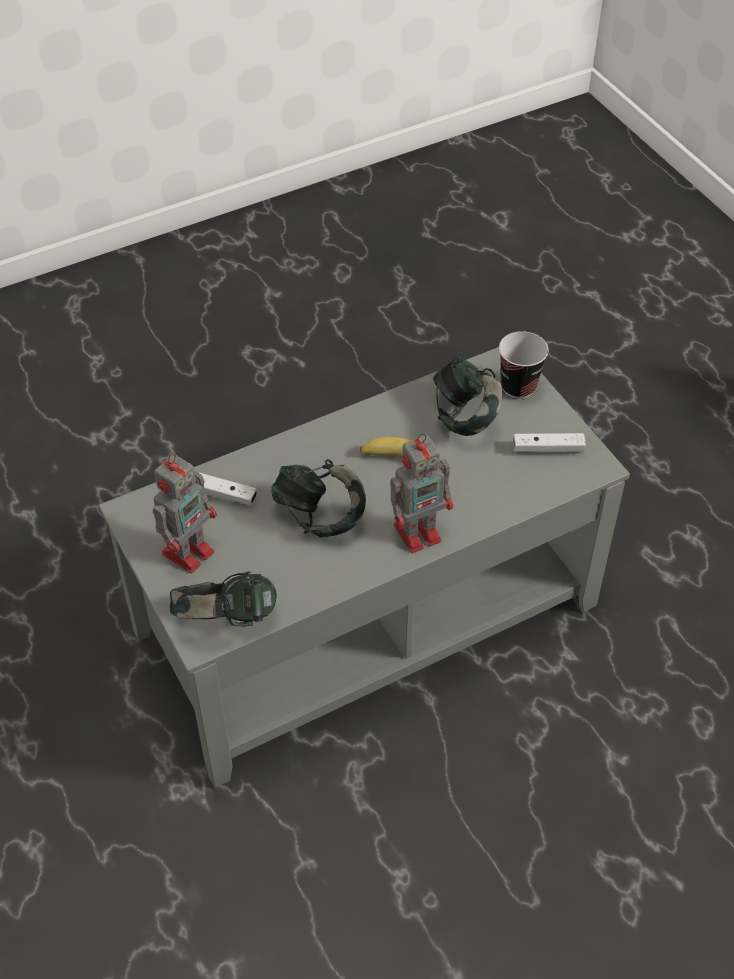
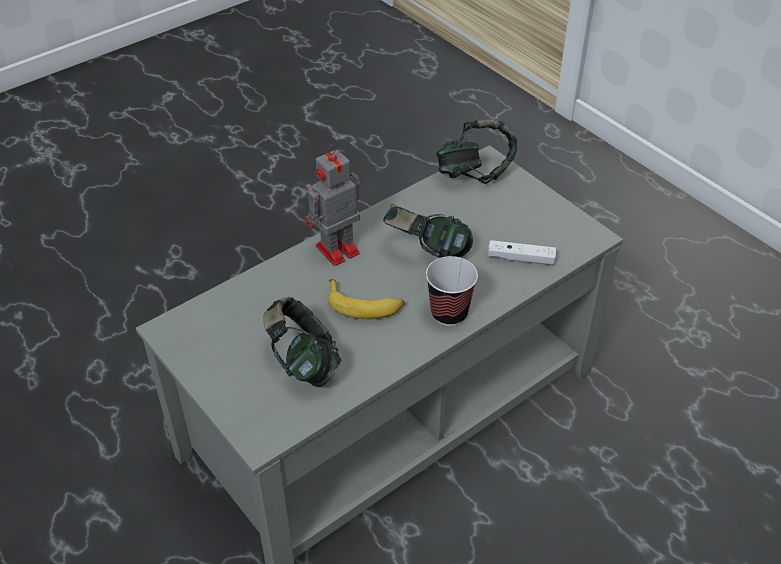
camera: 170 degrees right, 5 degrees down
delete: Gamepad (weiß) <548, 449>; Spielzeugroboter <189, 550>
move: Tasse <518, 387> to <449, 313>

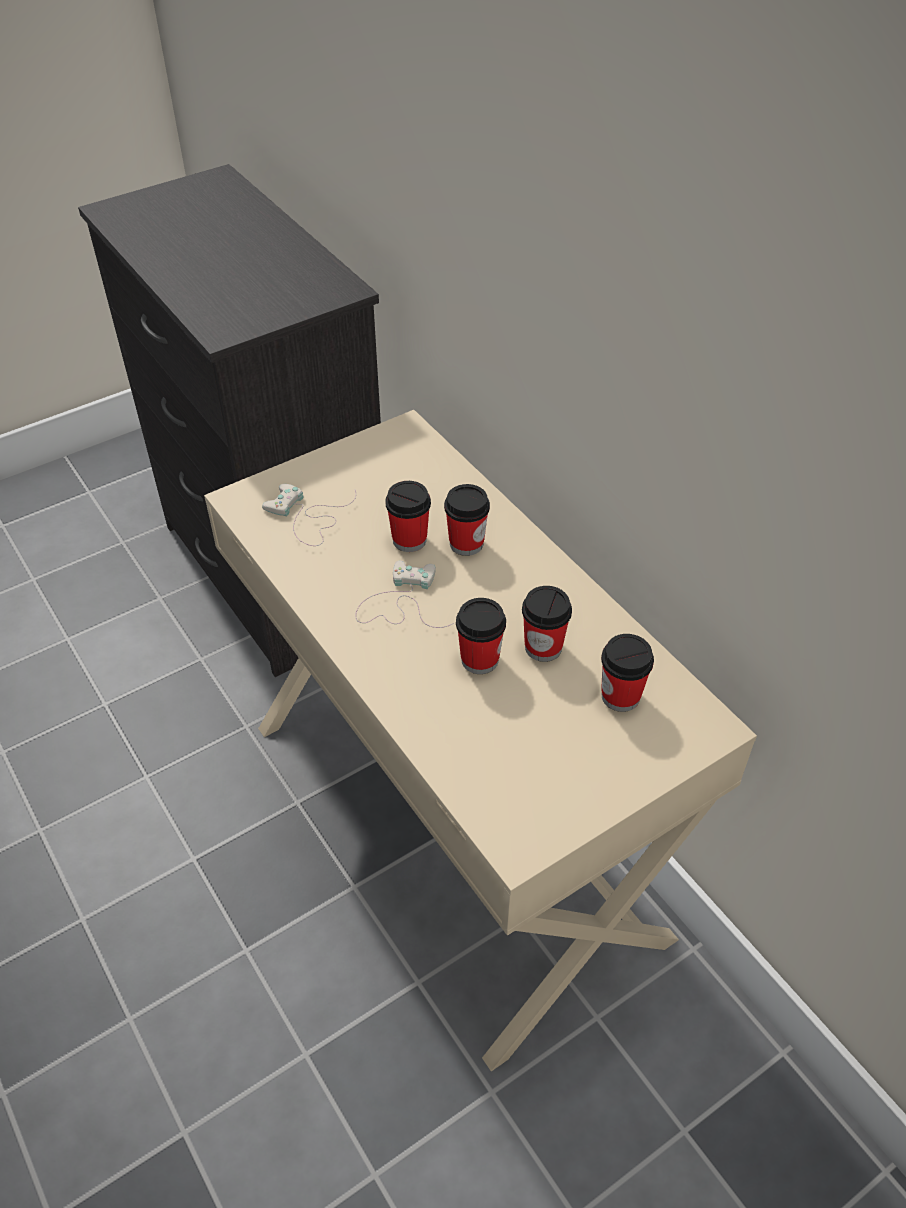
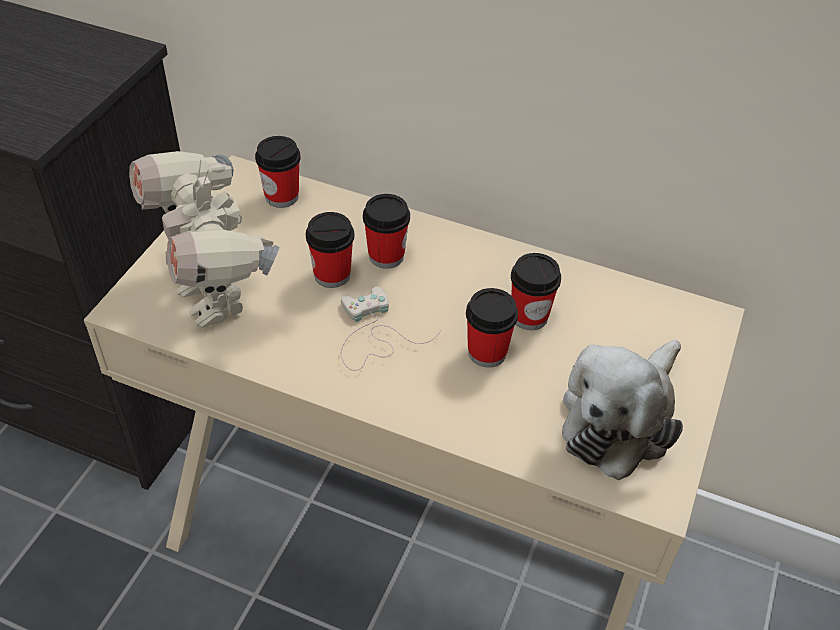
camera: 35 degrees left, 0 degrees up
insert: Plüschtier <620, 419>
move: Tasse <620, 696> to <282, 196>
replace: Gamepad (weiß) <308, 517> to Spielzeugroboter <215, 295>

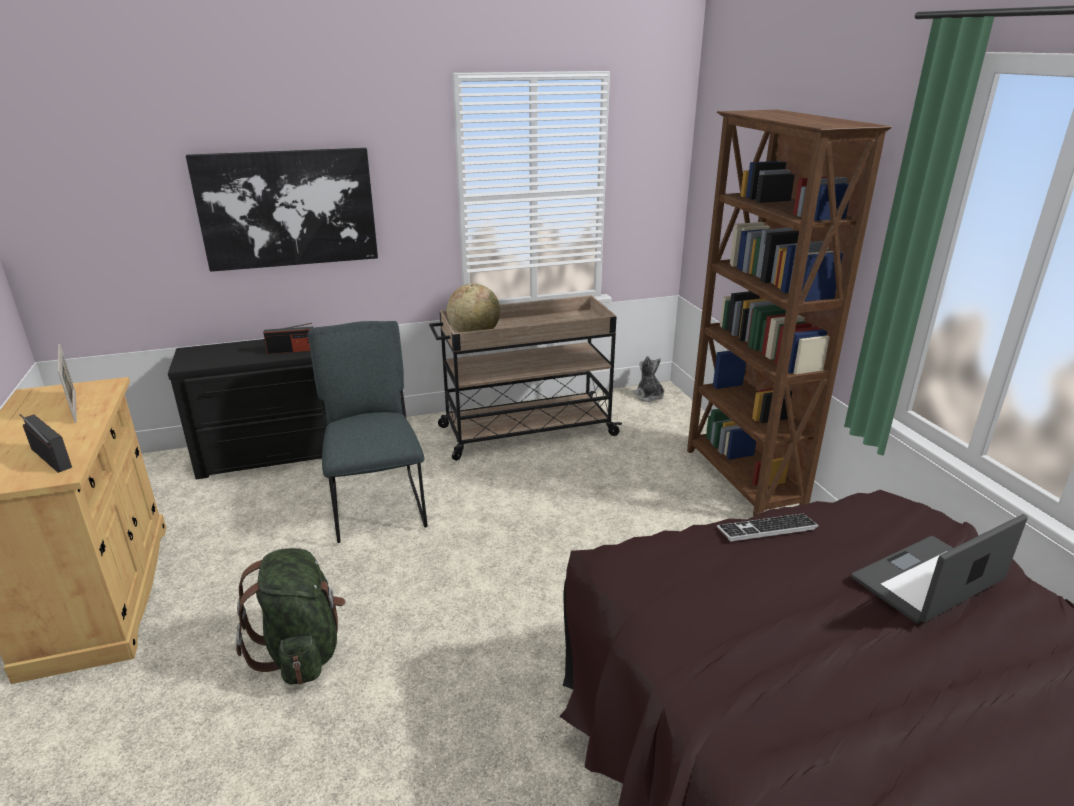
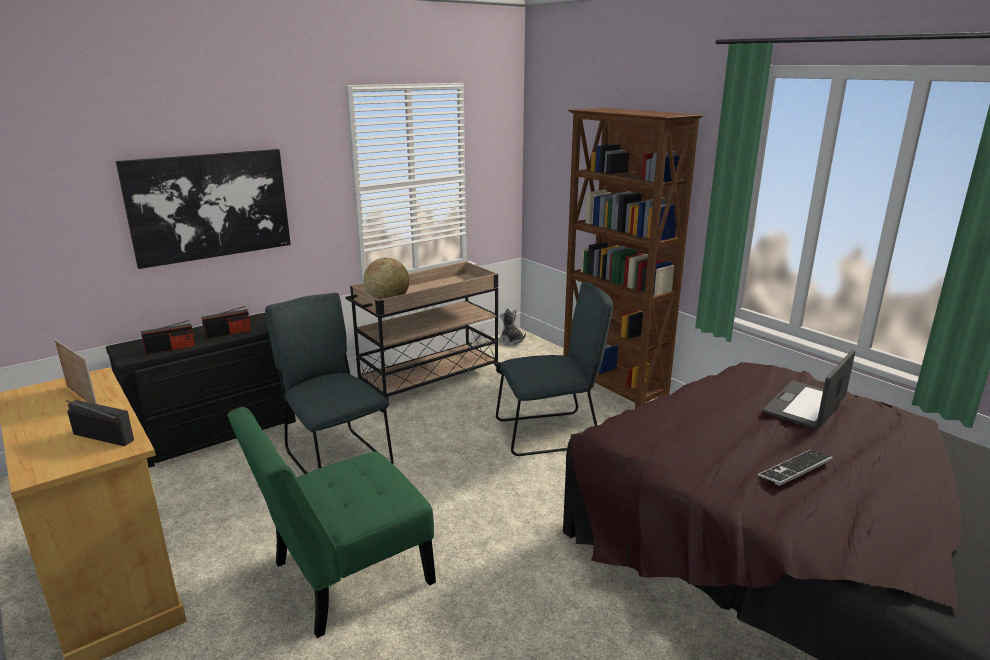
camera: 20 degrees left, 5 degrees down
insert: Stuhl (grau) <551, 433>; Radio <170, 349>
move: Tastatur <766, 529> to <795, 468>
replace: Rucksack (grün) <302, 651> to Stuhl (grün) <344, 577>

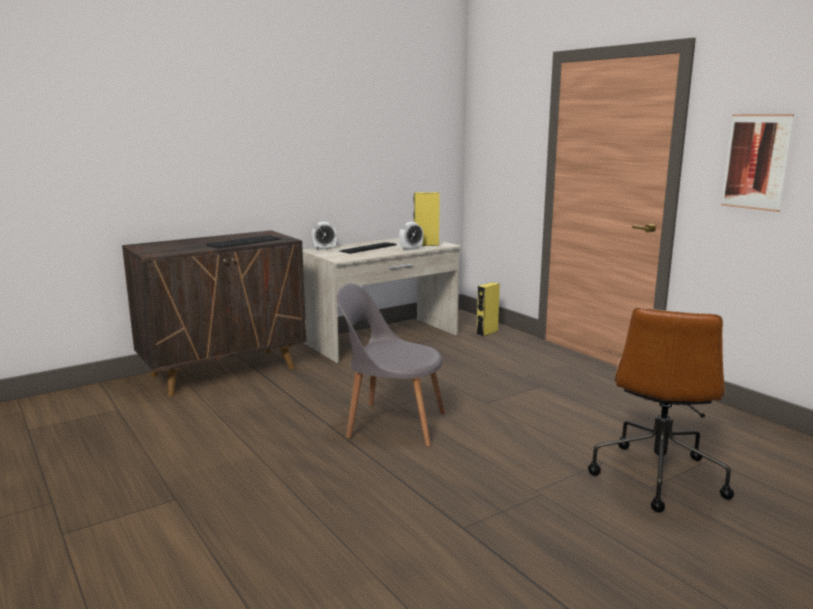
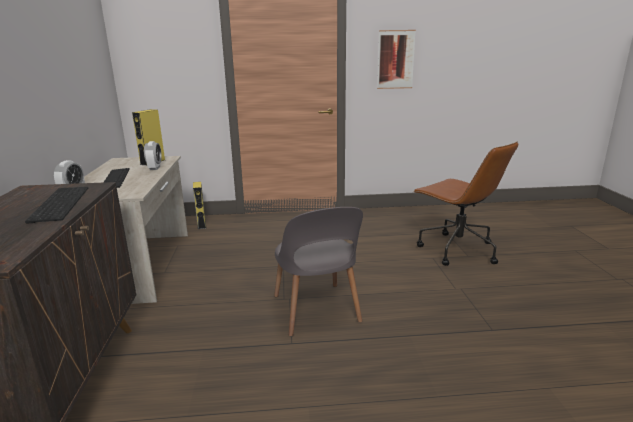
camera: 60 degrees left, 5 degrees up
rotate: Stuhl (grau) <392, 424> = <316, 311> 60 degrees counterclockwise

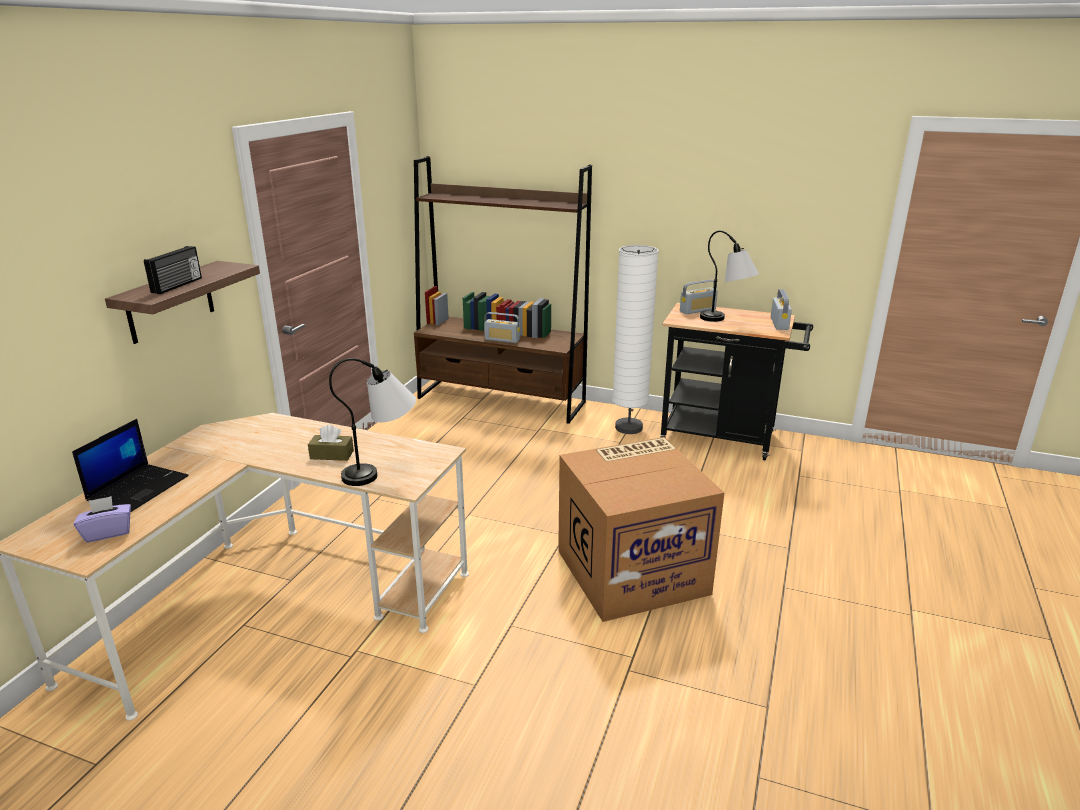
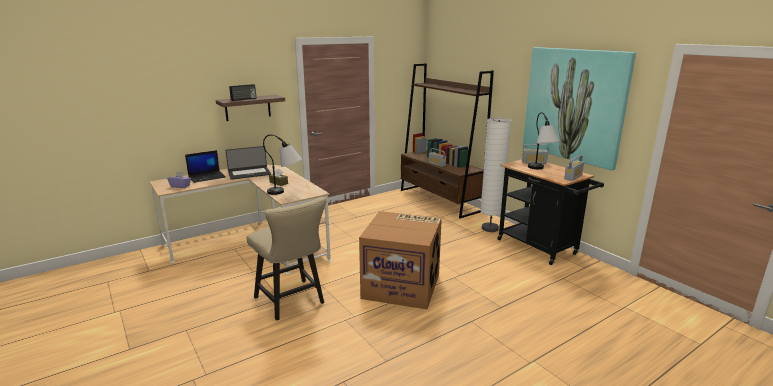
camera: 35 degrees right, 5 degrees down
insert: Bild <574, 105>; Laptop <249, 173>; Stuhl (beige) <292, 302>

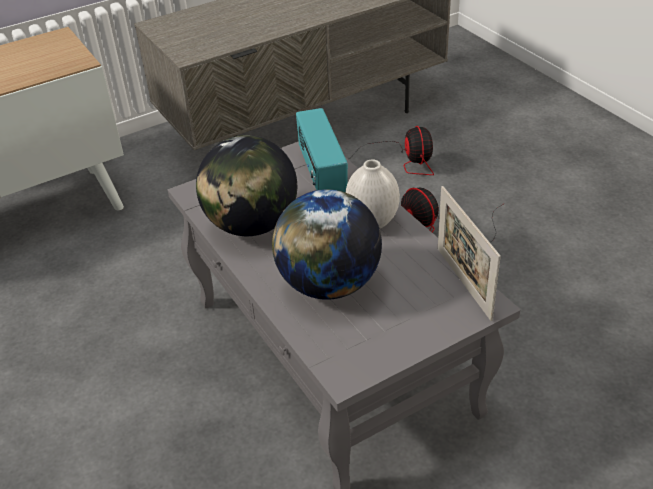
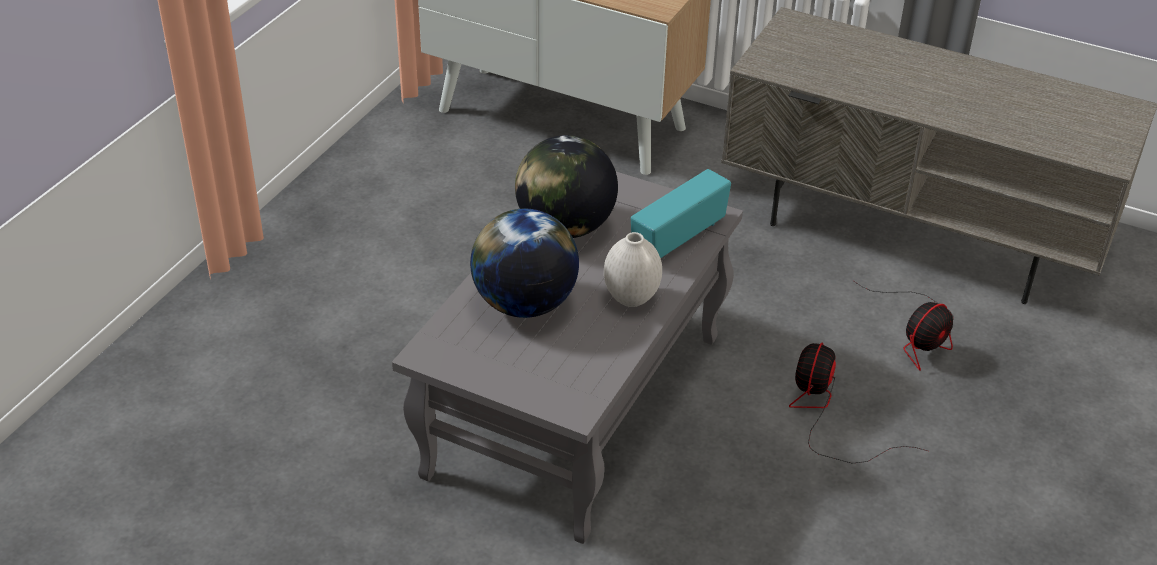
camera: 55 degrees right, 0 degrees up
delete: Bilderrahmen <463, 283>

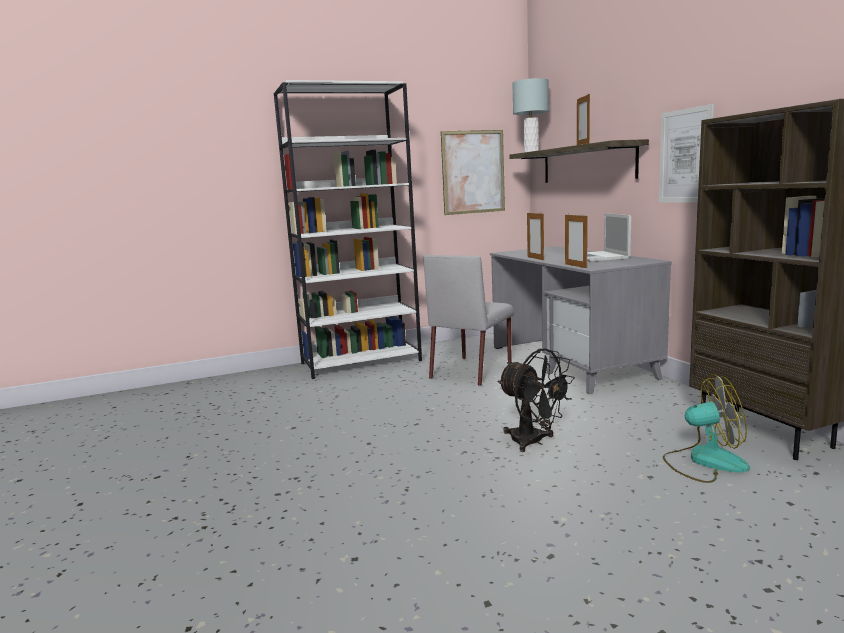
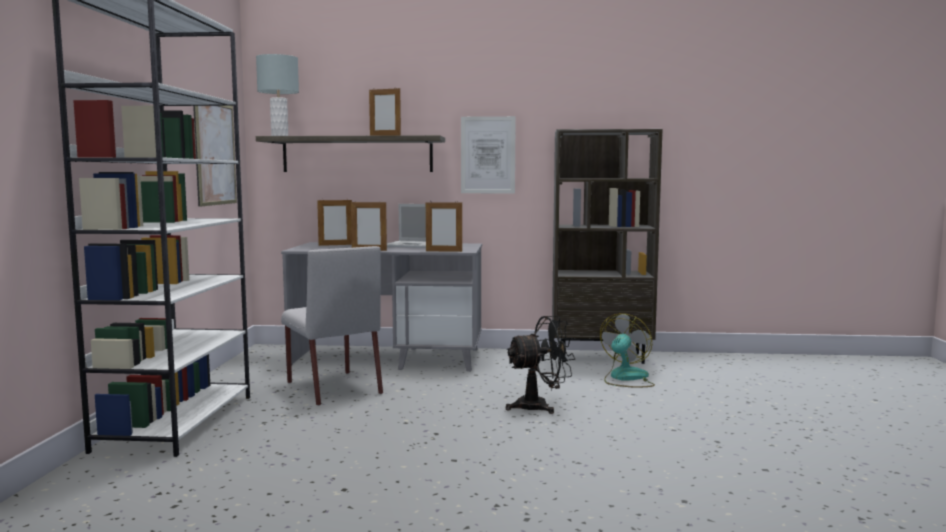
camera: 65 degrees left, 5 degrees down
insert: Bilderrahmen <335, 245>

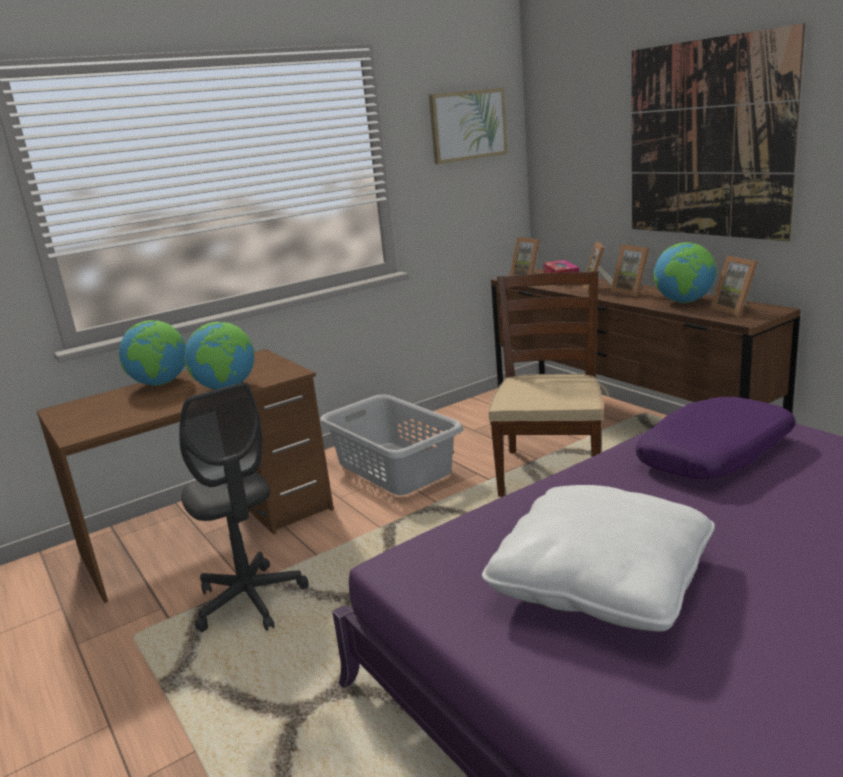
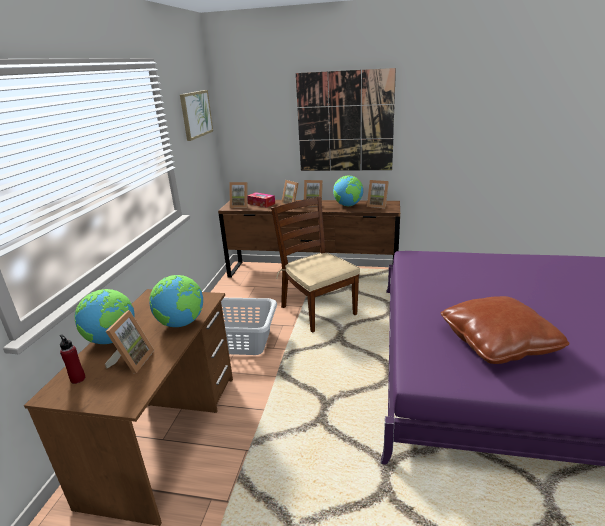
camera: 45 degrees left, 5 degrees up
delete: Bürostuhl (grau) <250, 601>; Kissen (lila) <716, 454>
insert: Bilderrahmen <132, 361>; Flasche (rot) <78, 379>
recolor: Kissen (weiß) <600, 582> to Kissen (braun) <497, 342>

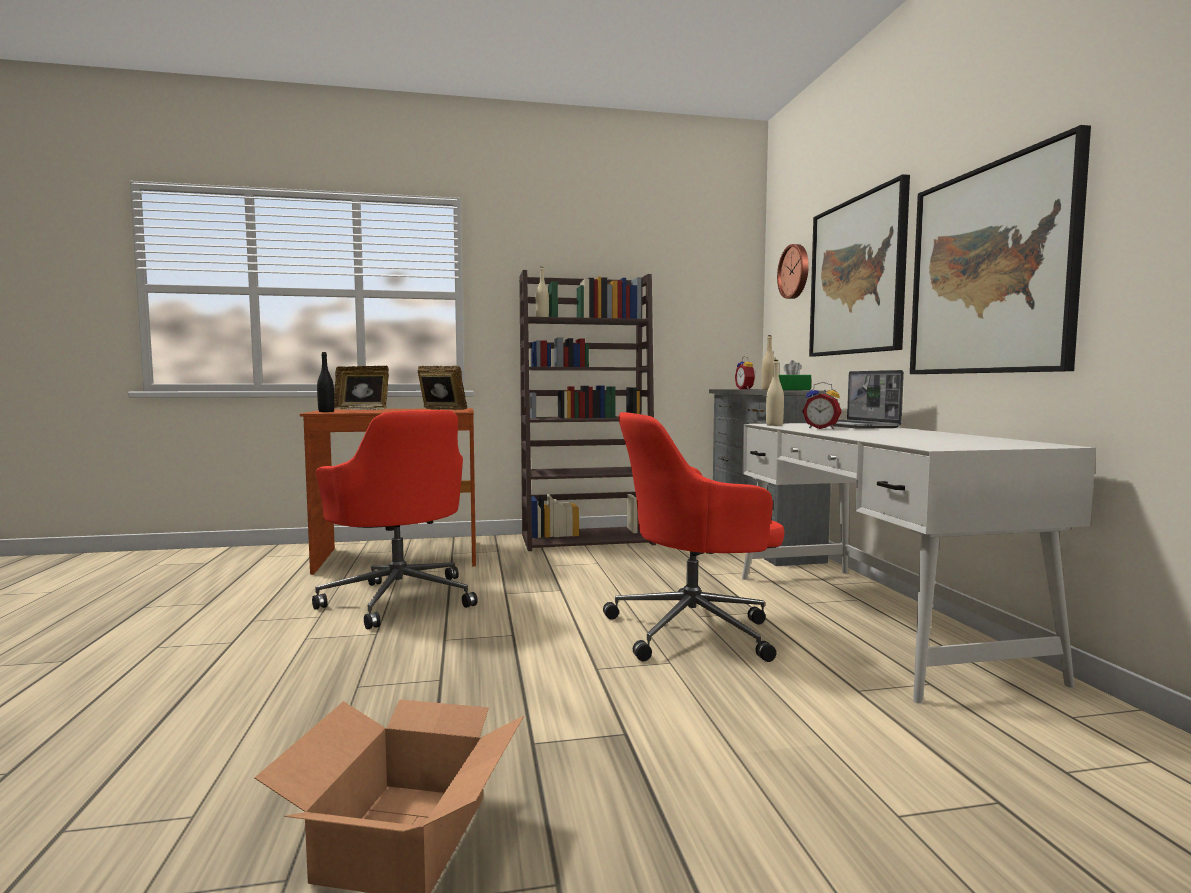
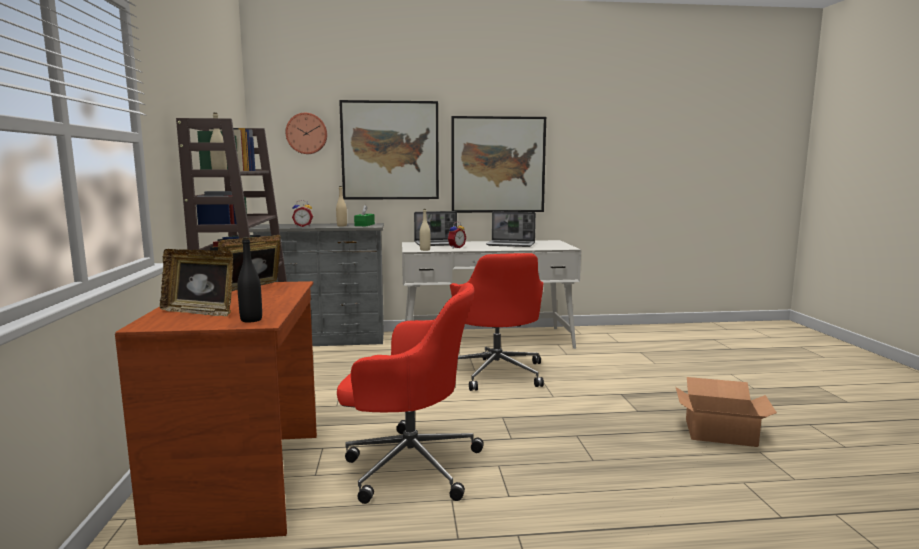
camera: 85 degrees left, 5 degrees up
insert: Laptop <511, 245>
rotate: Bilderrahmen <362, 409> = <200, 312> 90 degrees clockwise; Bürostuhl (rot) <399, 598> = <409, 465> 45 degrees clockwise

